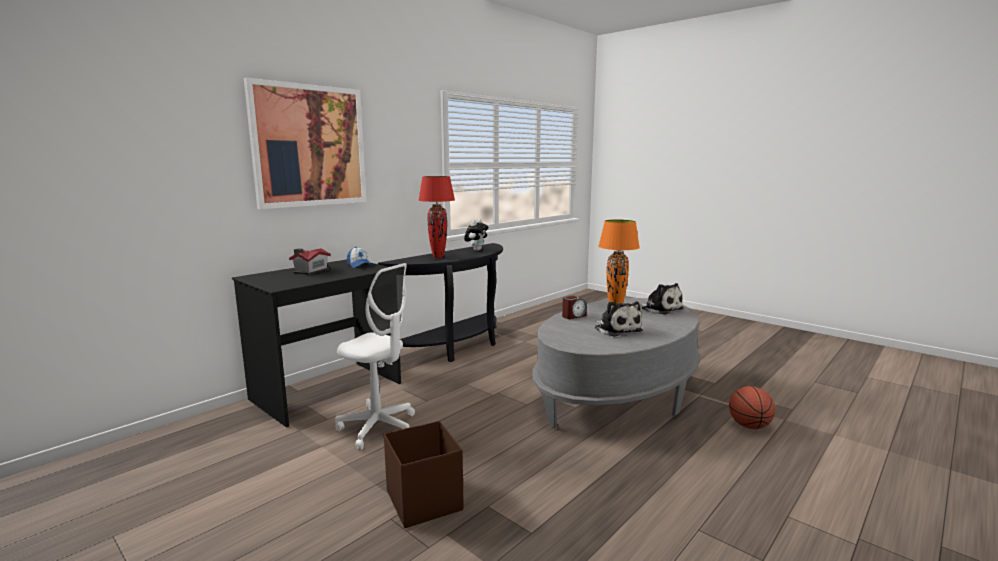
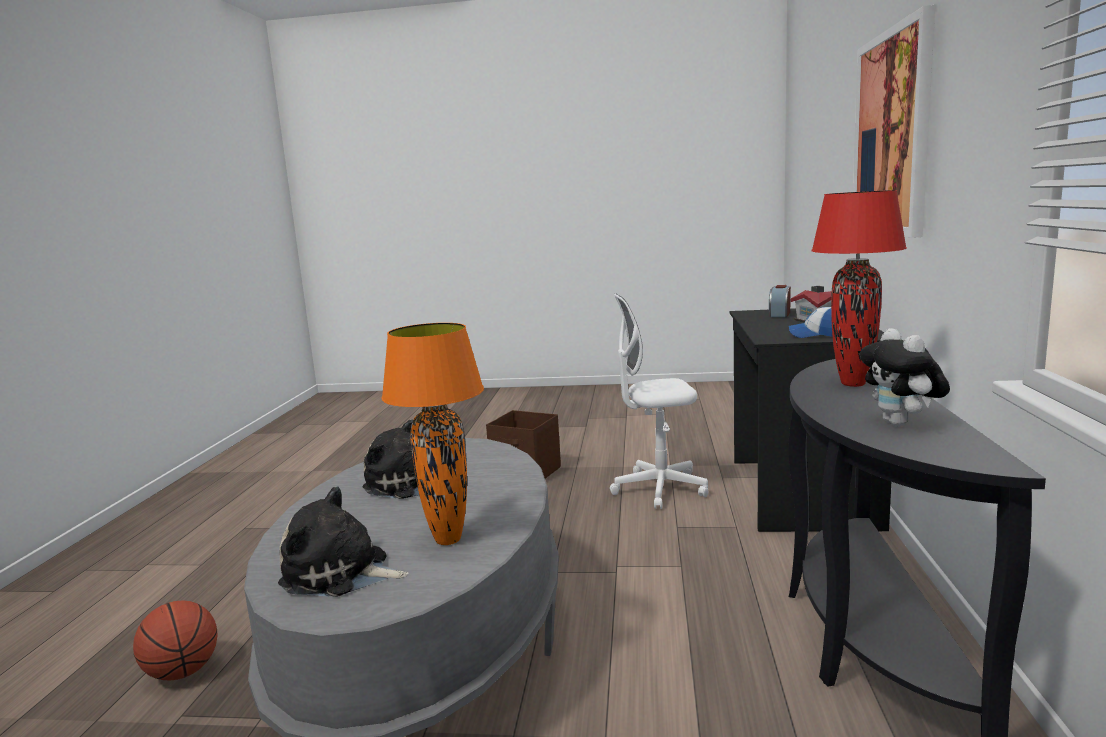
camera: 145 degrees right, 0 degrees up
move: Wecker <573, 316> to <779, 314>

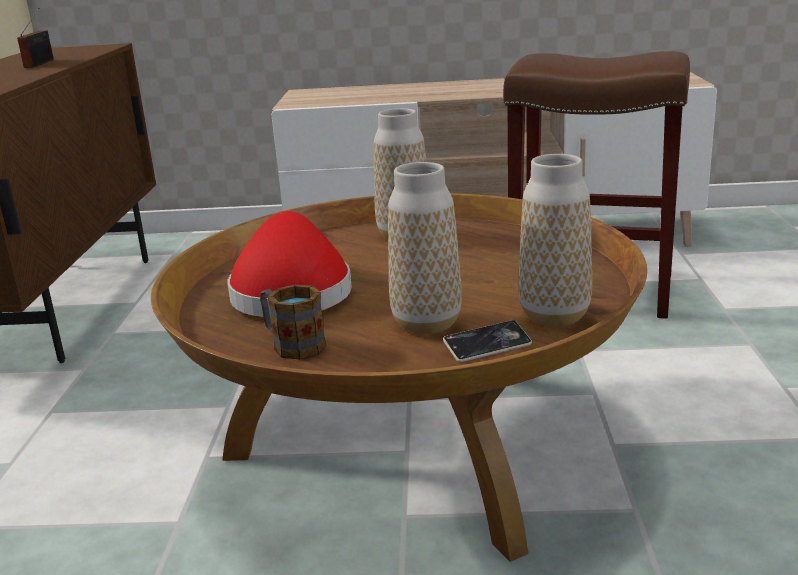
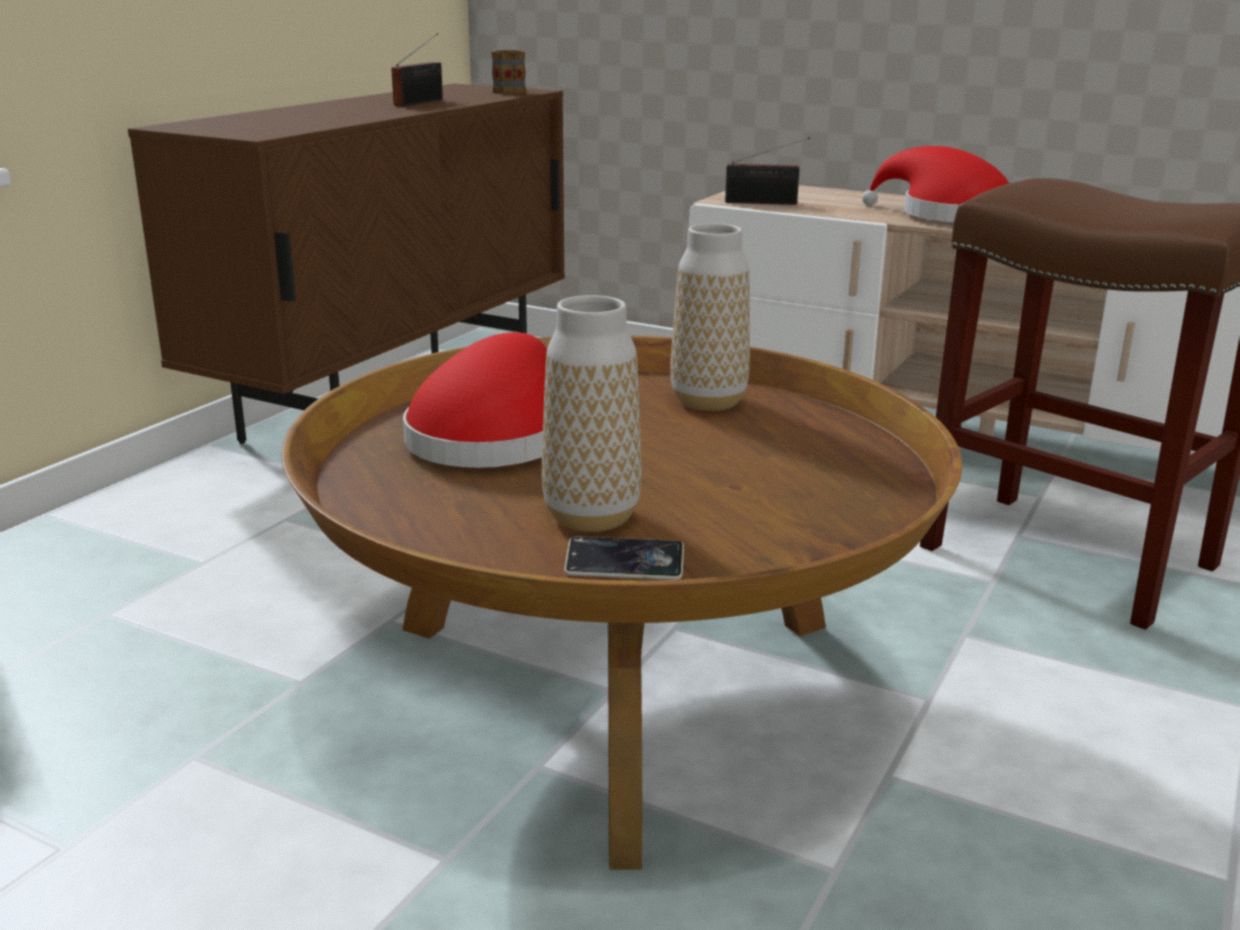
camera: 25 degrees right, 0 degrees up
delete: Vase <554, 316>
insert: Radio <765, 203>; Hut (rot) <947, 216>
move: Henkelbecher <292, 344> to <506, 91>

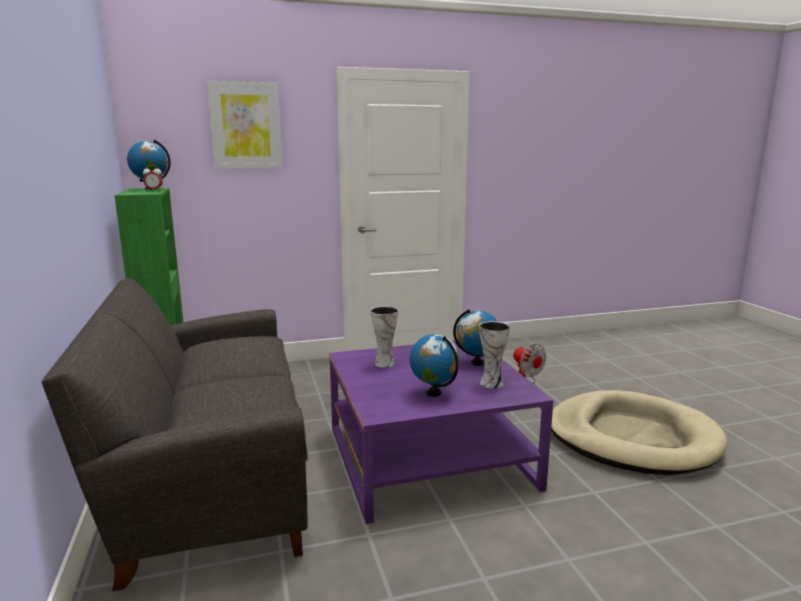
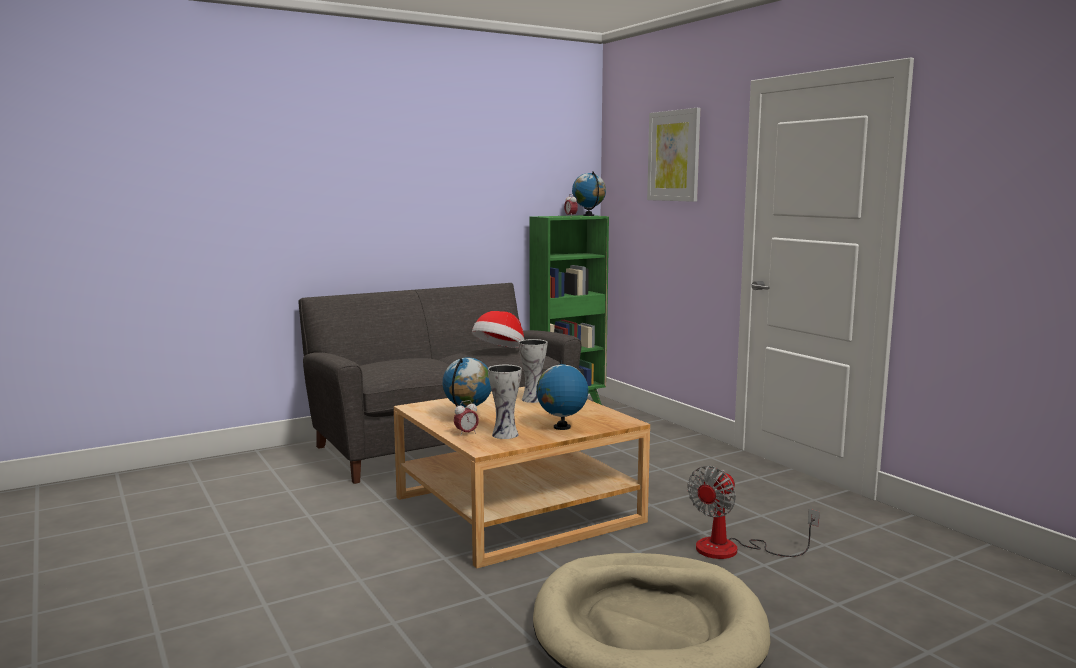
camera: 75 degrees right, 5 degrees down
insert: Hut <499, 351>; Wecker <466, 433>
recolor: Couchtisch (lila) <428, 457> to Couchtisch (beige) <517, 509>

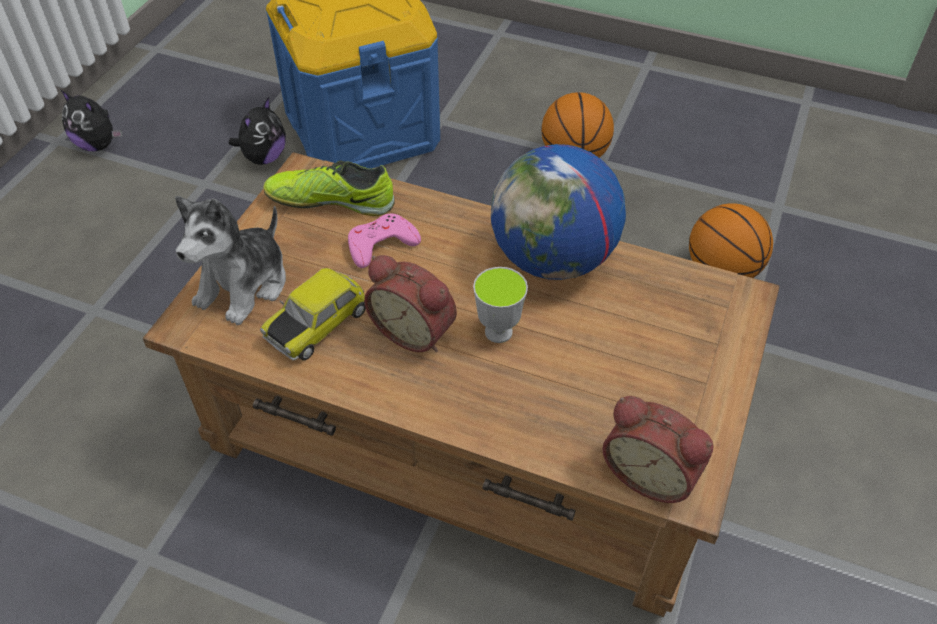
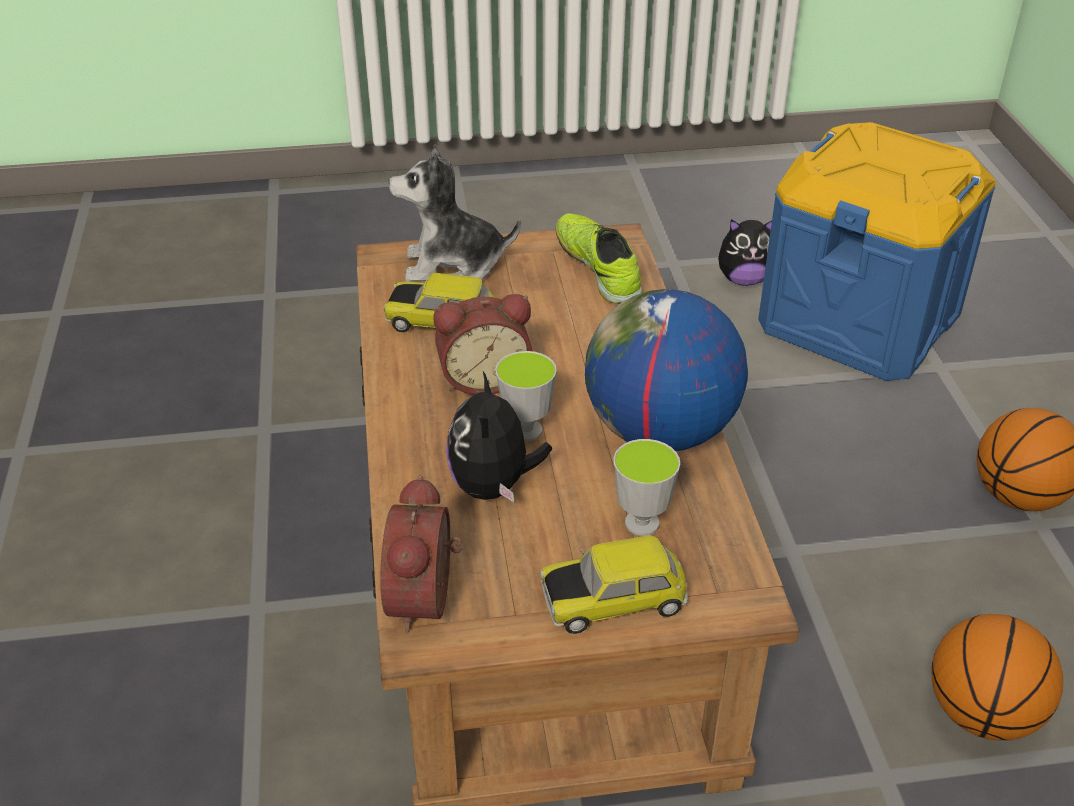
camera: 60 degrees right, 10 degrees down
delete: Gamepad (rosa) <381, 244>
insert: Tasse <642, 523>; Spielzeugauto <613, 599>
move: Plüschtier <98, 145> to <494, 486>
rotate: Wecker <415, 330> = <483, 378> 105 degrees counterclockwise

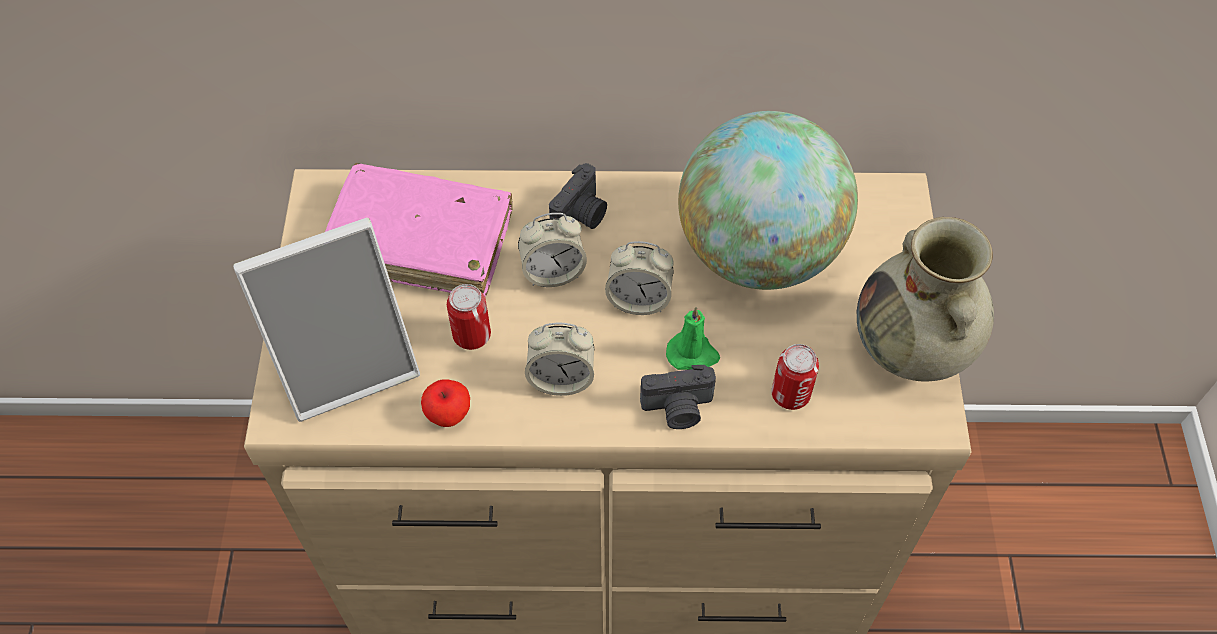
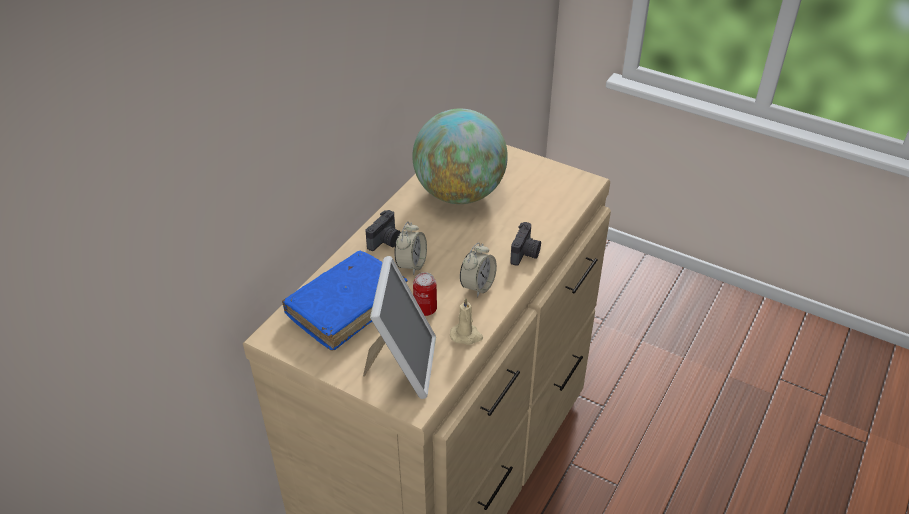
camera: 60 degrees left, 15 degrees down
delete: Vase (beige) <911, 350>; Wecker <639, 299>; Kerze (grün) <693, 354>; Dose <790, 394>
replace: Apfel <448, 413> to Kerze (beige) <466, 335>
recolor: Buch (rosa) <421, 241> to Buch (blau) <347, 306>
rotate: Kamera <581, 216> = <386, 241> 60 degrees clockwise

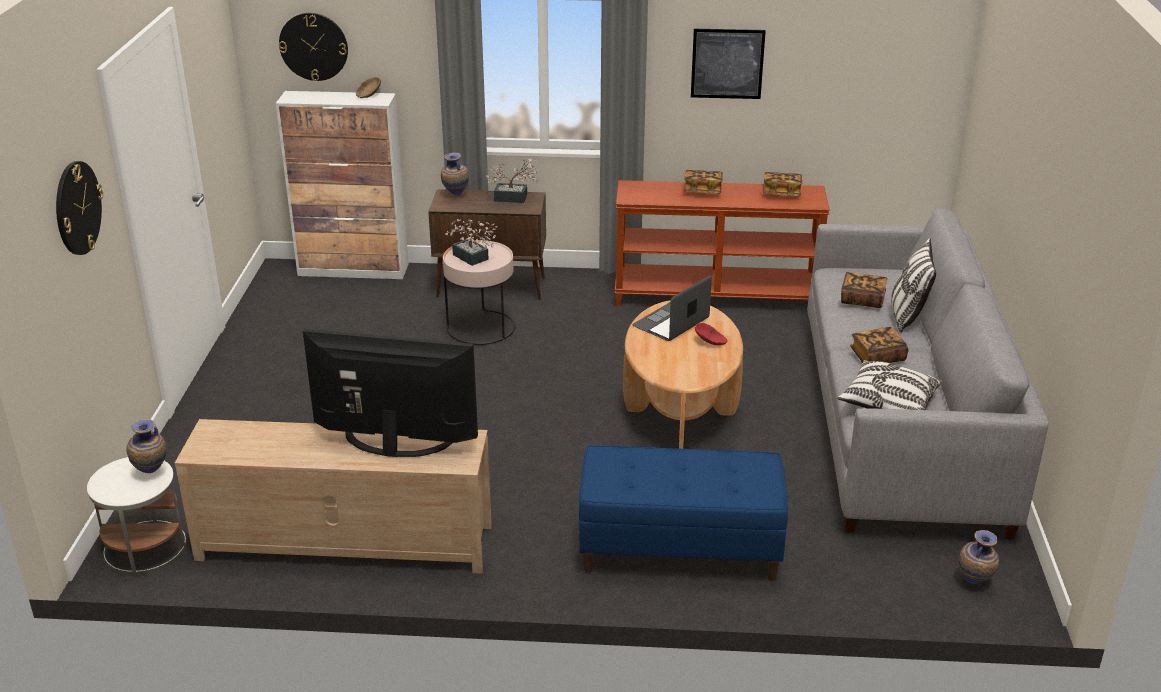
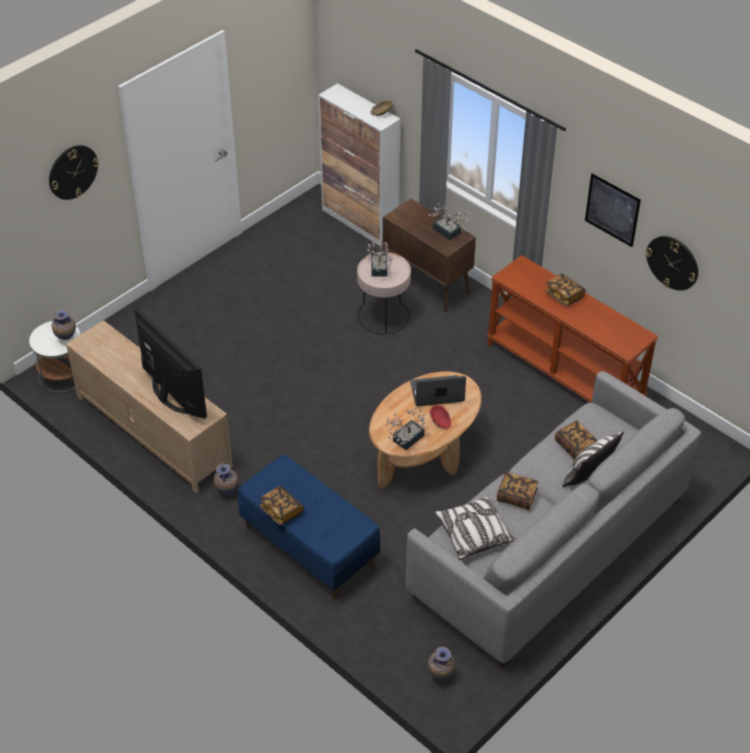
camera: 40 degrees right, 15 degrees up
insert: Topfpflanze <405, 440>
move: Wanduhr <313, 46> to <672, 262>; Vase <455, 196> to <227, 493>; Buch <781, 193> to <281, 511>

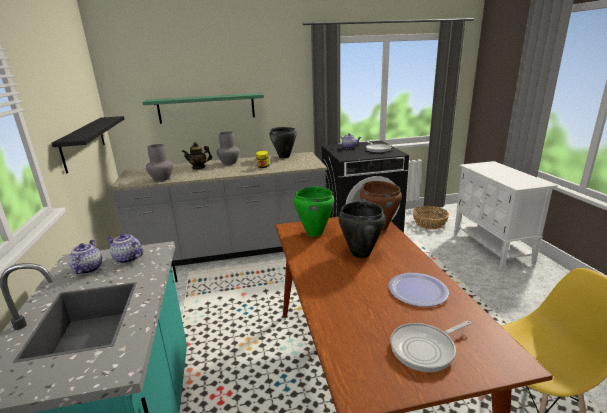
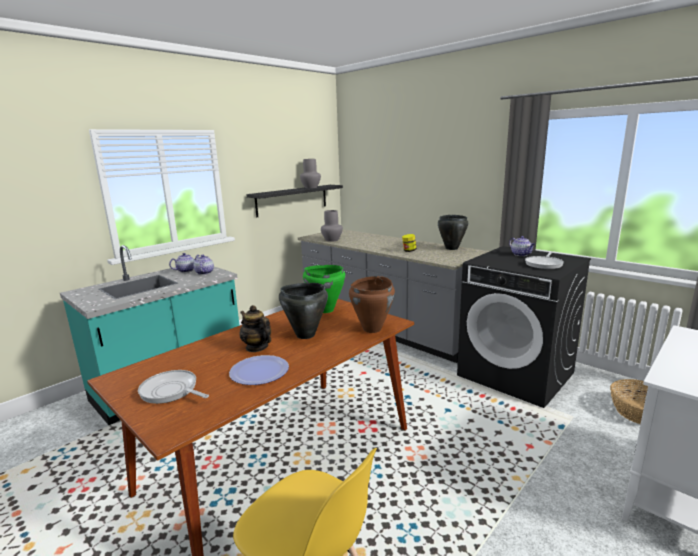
camera: 55 degrees right, 5 degrees down
delete: Wandregal (grün) <206, 108>
move: Vase (grau) <229, 163> to <310, 187>; Teekanne <199, 167> to <257, 347>

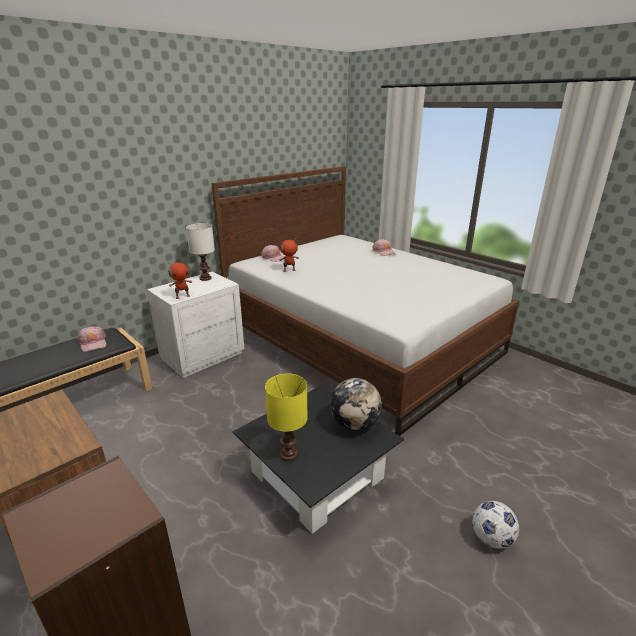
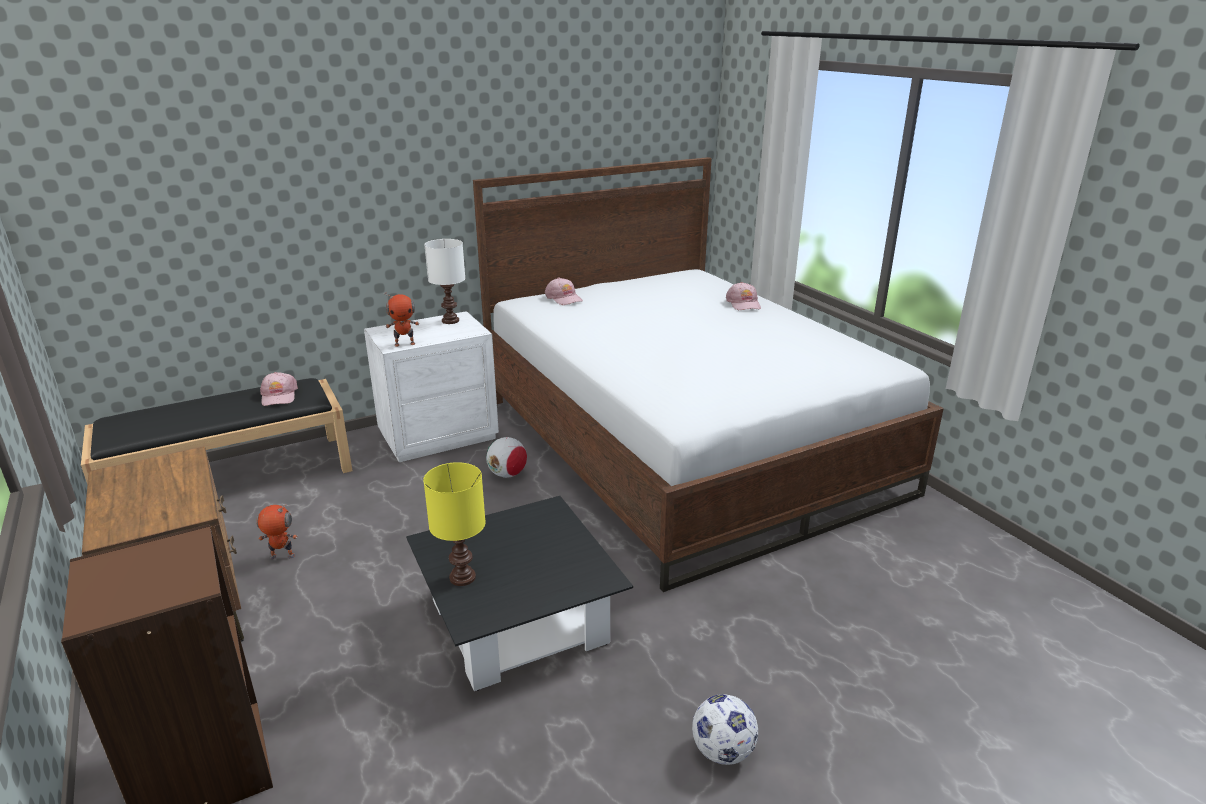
camera: 15 degrees right, 0 degrees up
delete: Globus <355, 424>
insert: Fußball <507, 474>
move: Spielzeugroboter <289, 271> to <282, 557>

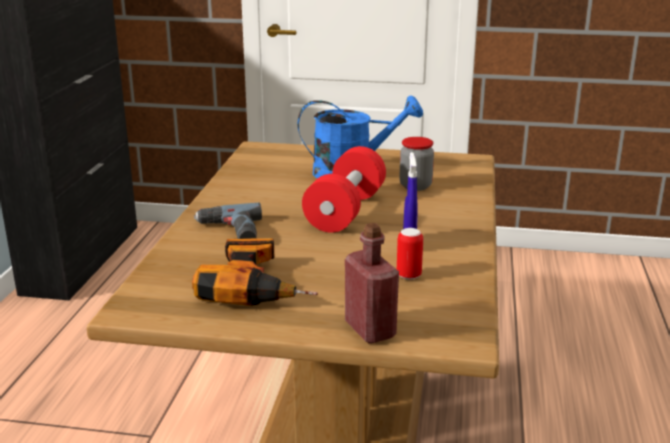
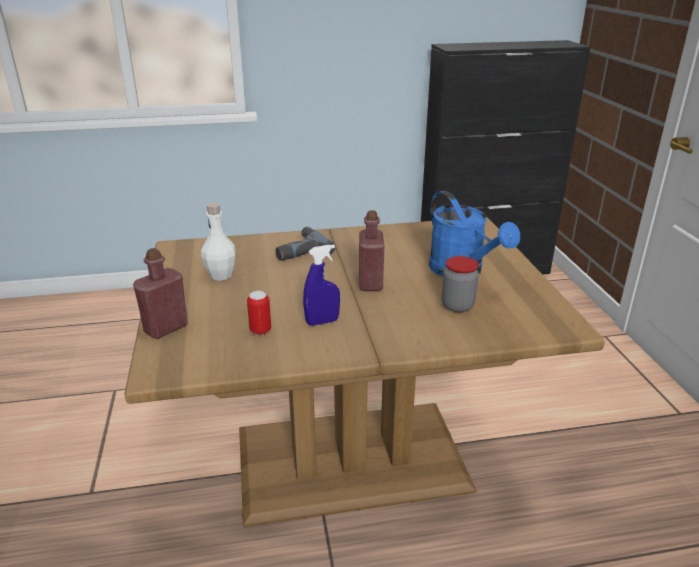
camera: 70 degrees right, 5 degrees up
replace: Hantel (rot) <345, 211> to Flasche (rot) <370, 283>; Bohrmaschine <256, 285> to Flasche (weiß) <221, 275>

